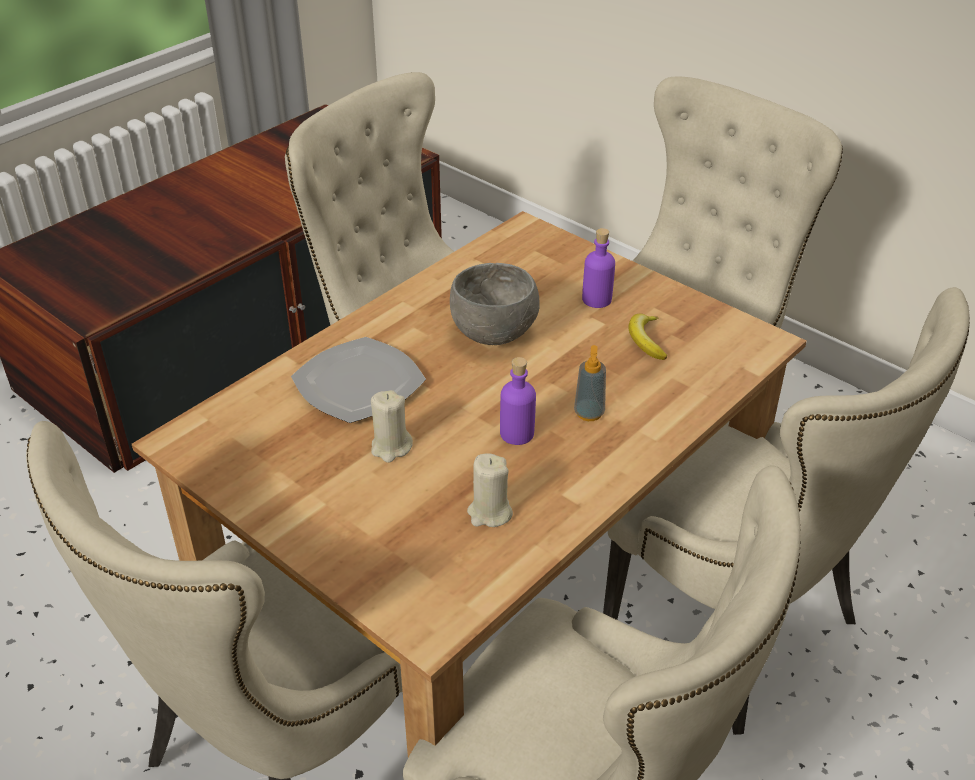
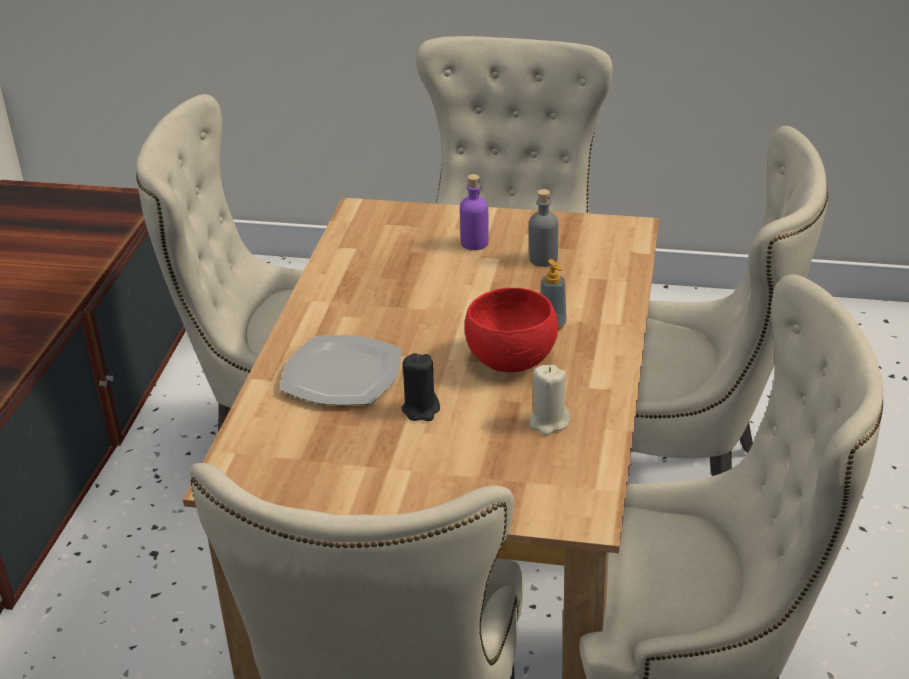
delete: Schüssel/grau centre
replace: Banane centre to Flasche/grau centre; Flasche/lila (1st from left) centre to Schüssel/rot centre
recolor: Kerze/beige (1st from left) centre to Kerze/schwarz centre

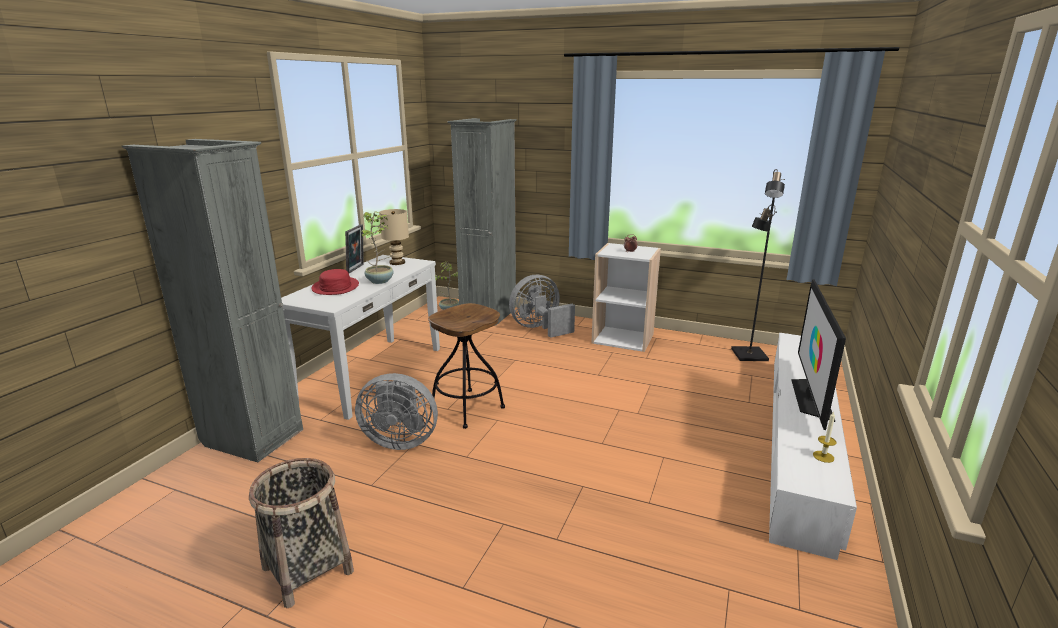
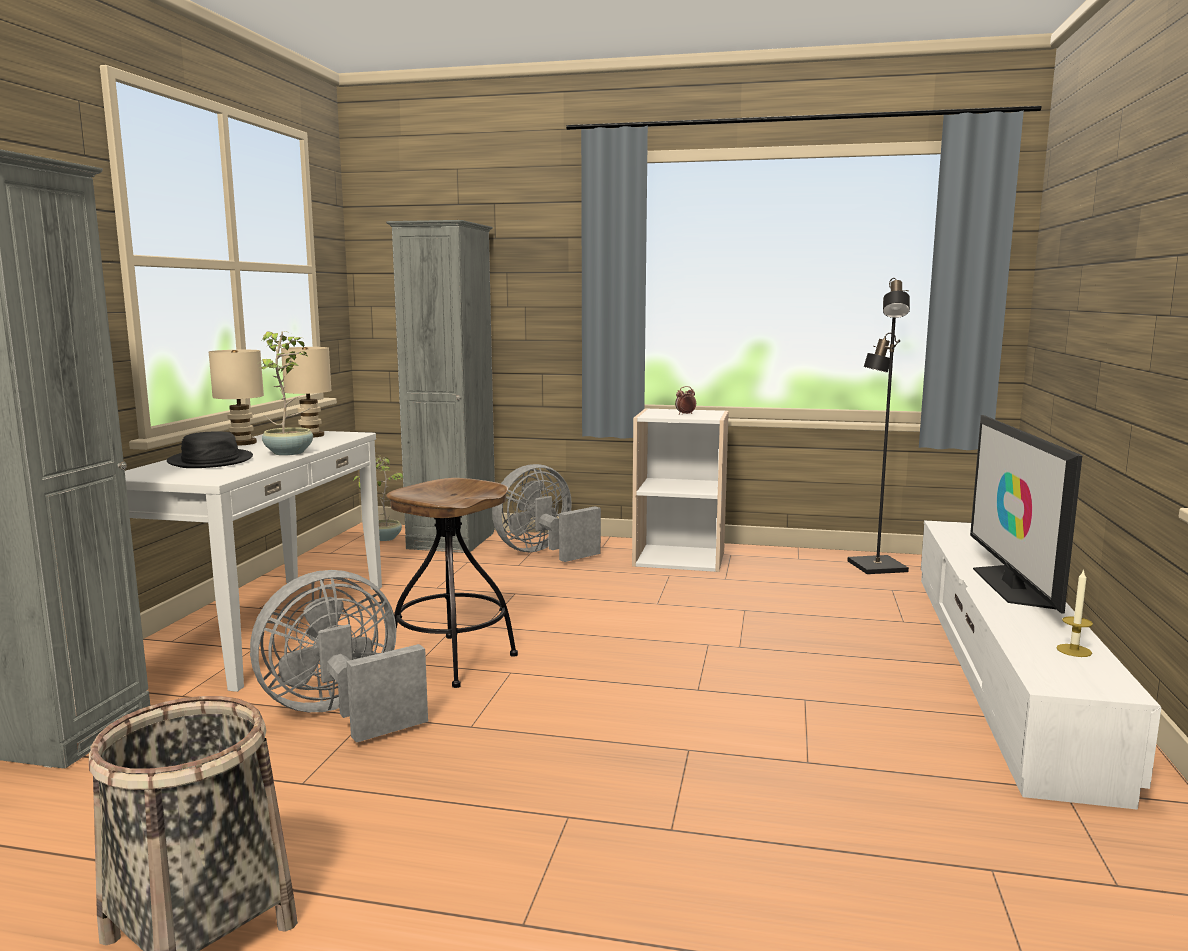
replace: Bilderrahmen centre to Tischlampe/beige (1st from left) middle left
recolor: Hut/rot middle left to Hut/schwarz middle left
rotate: Ventilator/grau (1st from left) centre = bottom left 150 degrees clockwise

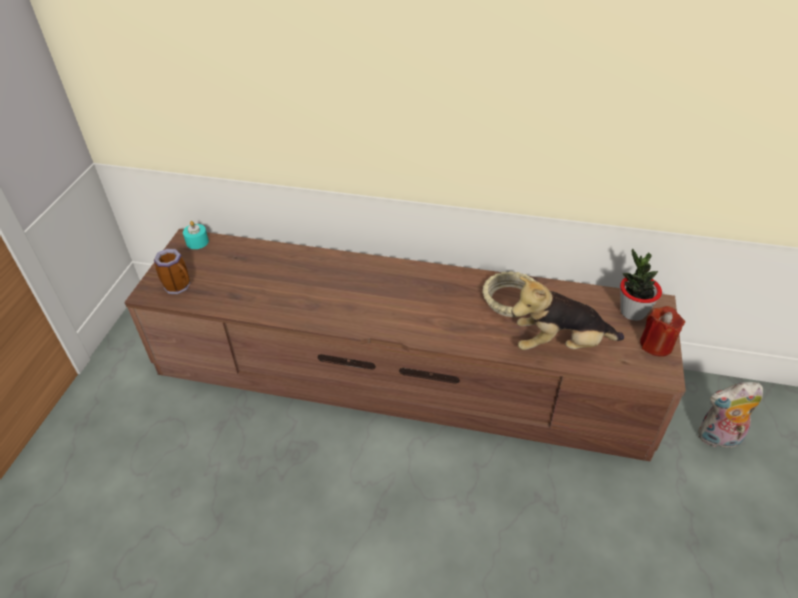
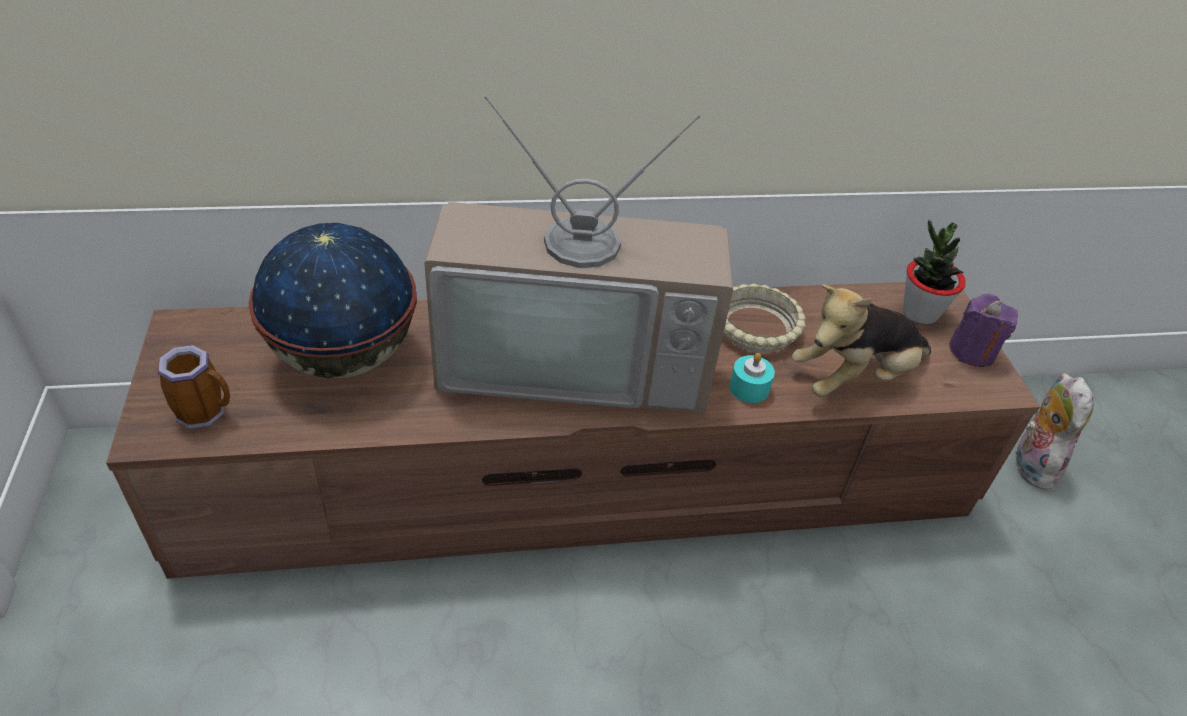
insert: Fernseher centre; Globus middle left
move: Kerze/türkis middle left to centre
recolor: Kerze/rot middle right to Kerze/lila middle right
rotate: Plüschtier (2nd from left) bottom right = middle right 120 degrees clockwise

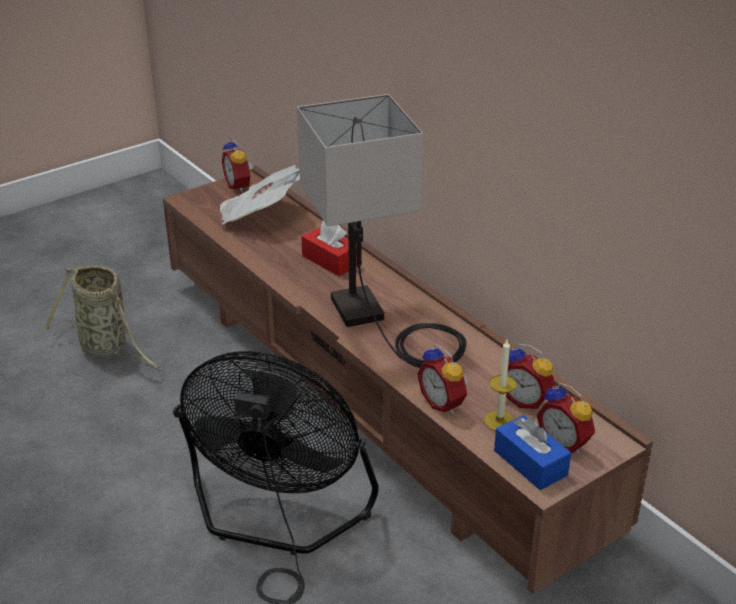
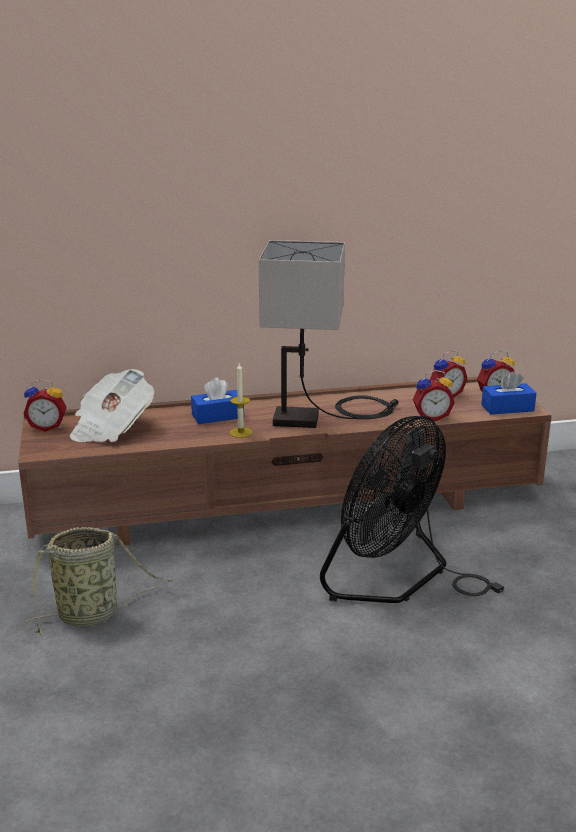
move: Kerze middle right to centre
recolor: Taschentuchbox/rot centre to Taschentuchbox/blau (1st from left) centre

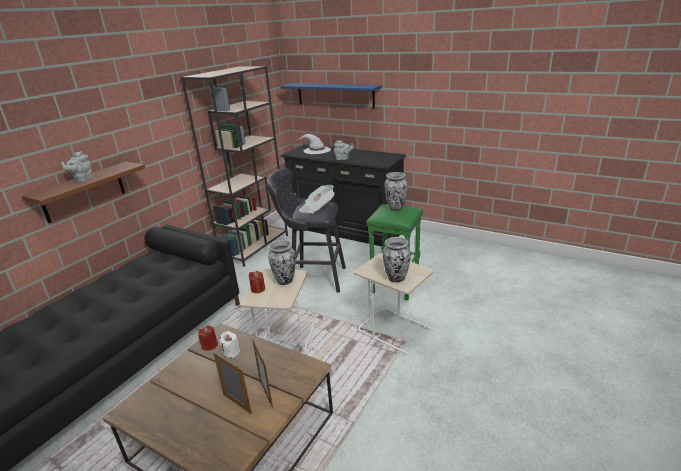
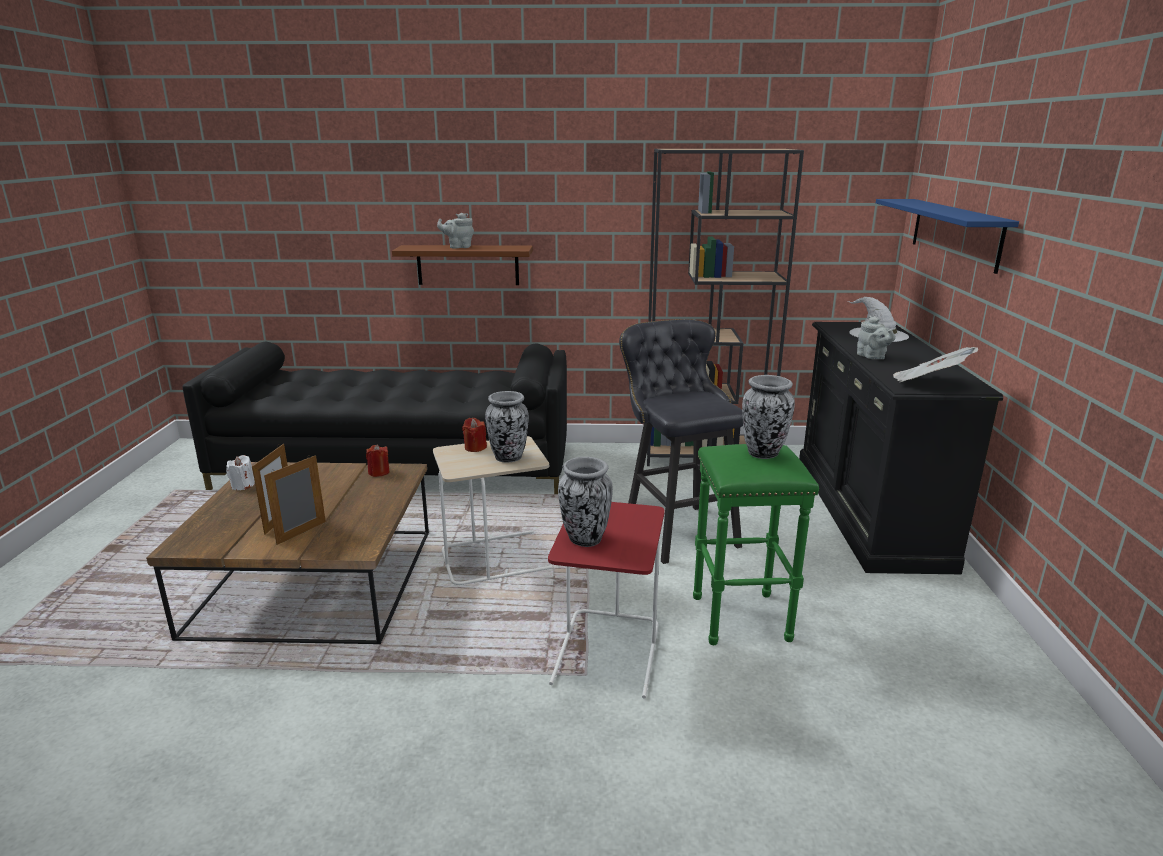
move: Zeitung centre to middle right; Kerze/weiß bottom centre to middle left
recolor: Beistelltisch/beige (2nd from left) centre to Beistelltisch/rot bottom centre

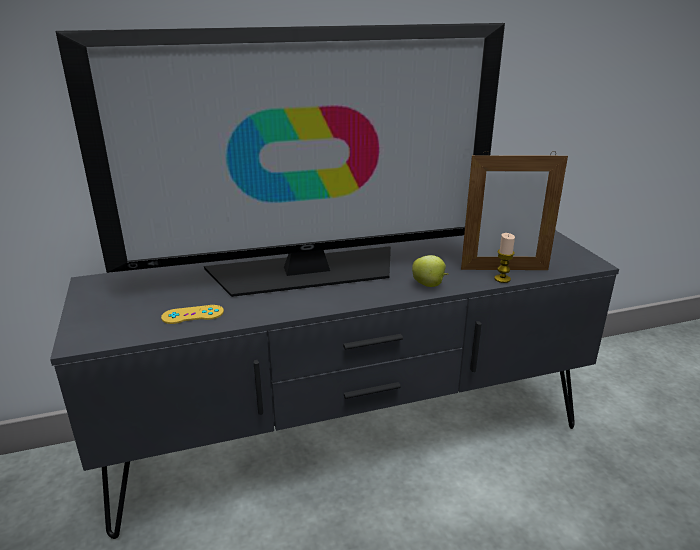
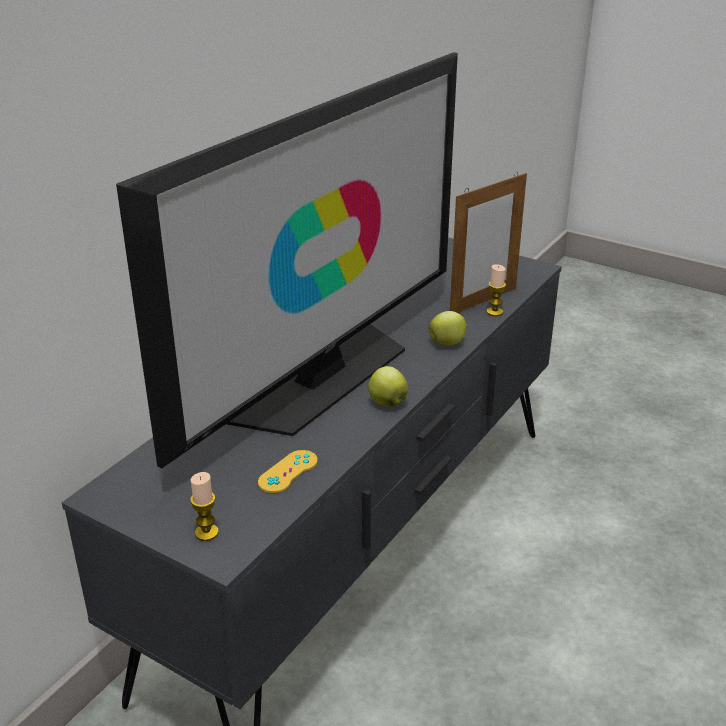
insert: Apfel (1st from left) centre; Kerze (1st from left) bottom left

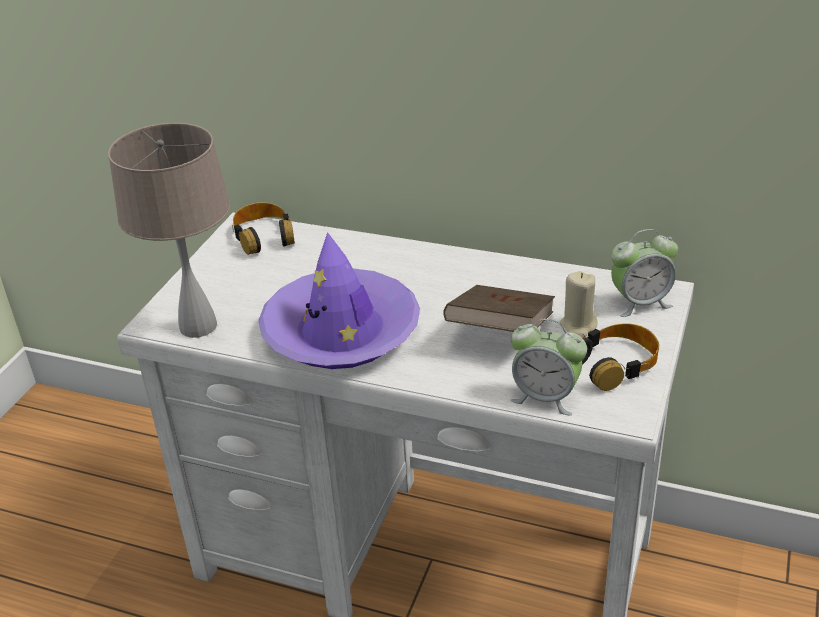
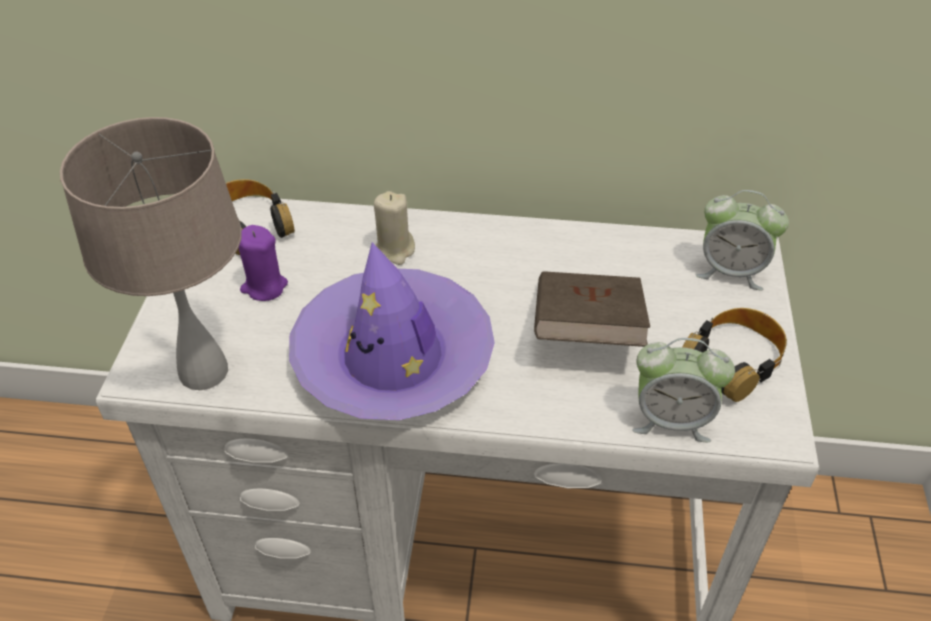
insert: Kerze/lila middle left
move: Kerze/beige middle right to centre
rotate: Wecker (2nd from left) middle right = middle right 45 degrees clockwise

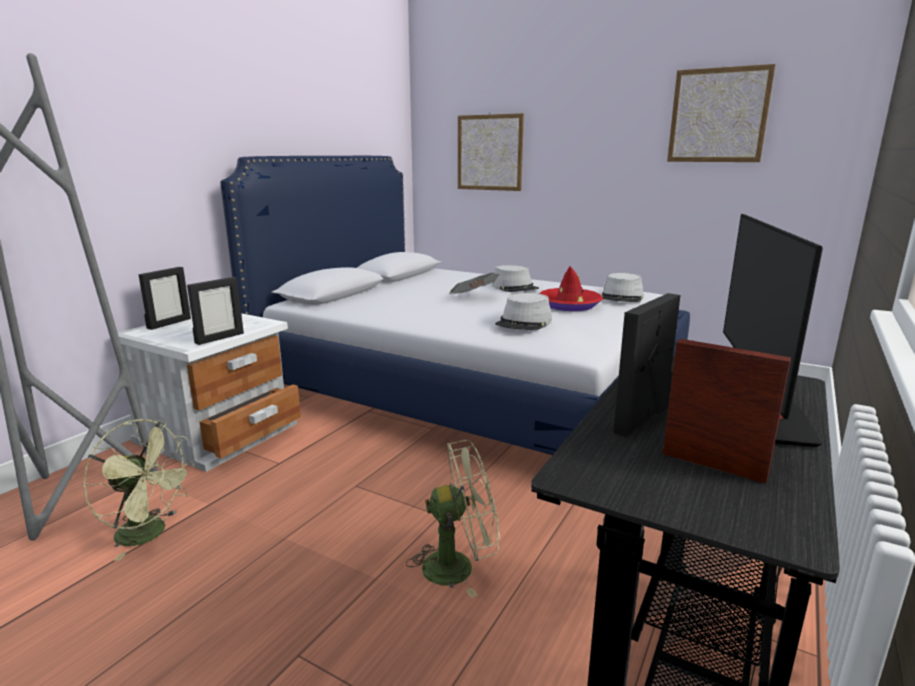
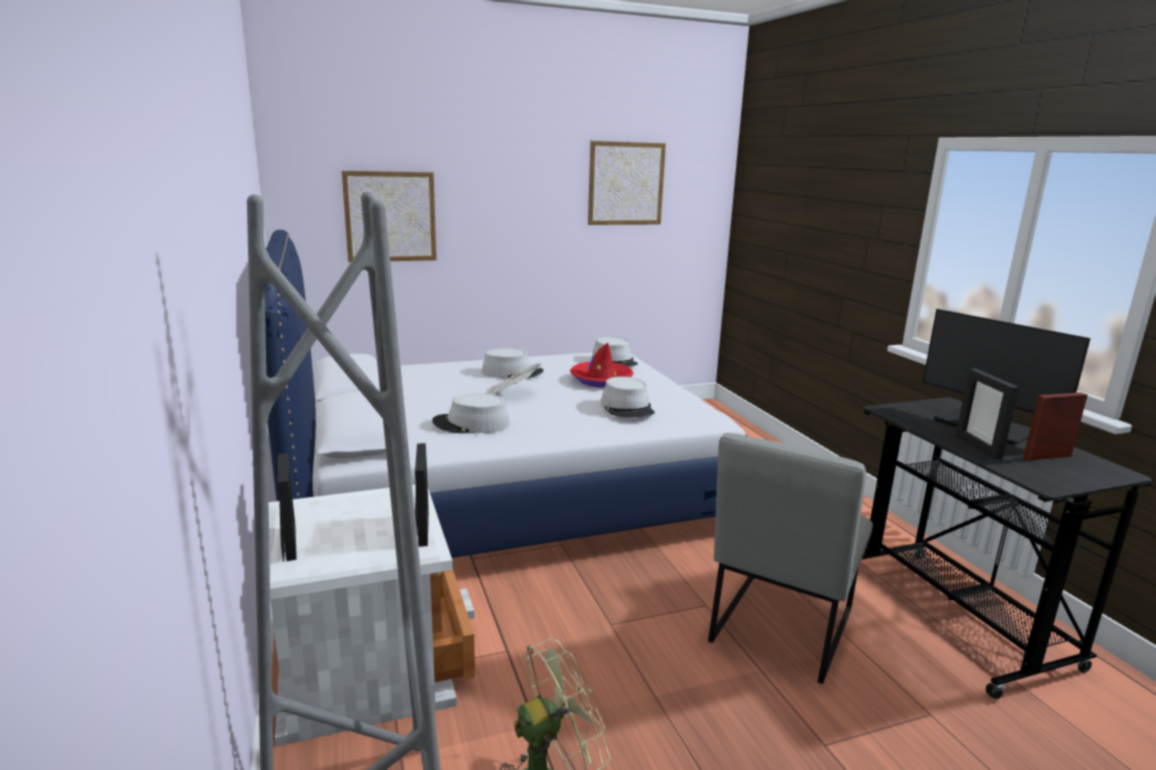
insert: Hut/grau (1st from left) centre
replace: Ventilator/grün (2nd from left) bottom centre to Stuhl/grau bottom right

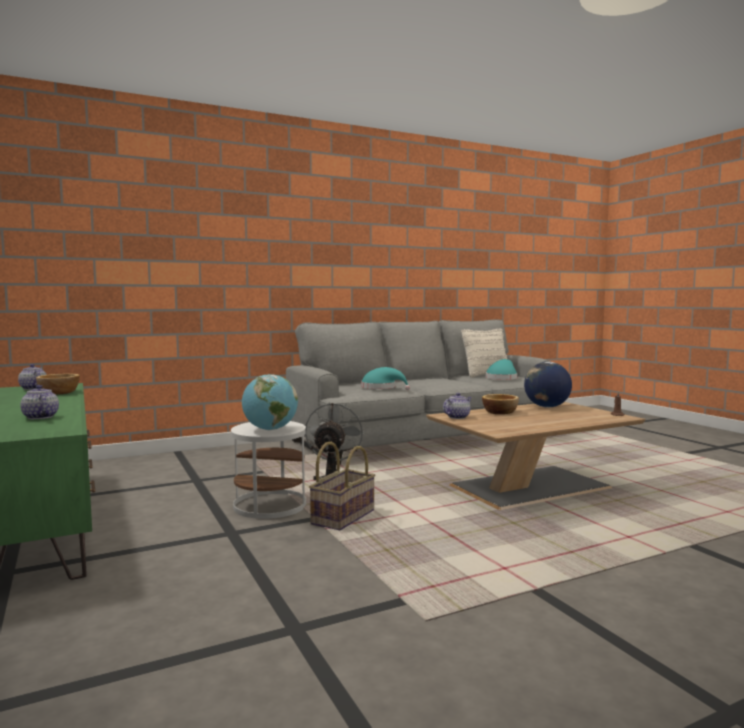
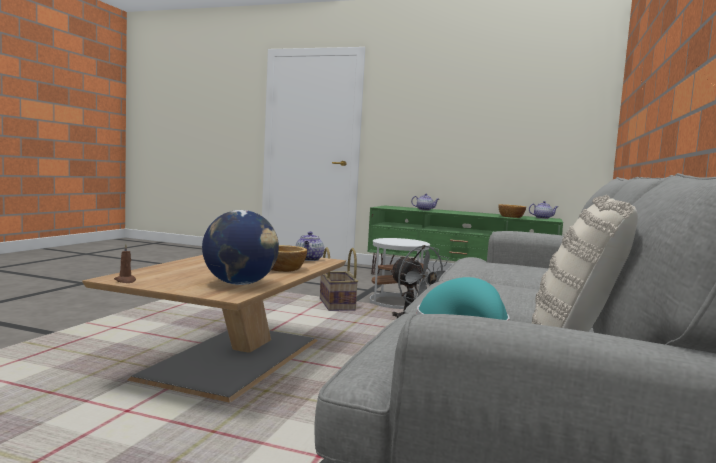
delete: Hut/türkis (1st from left) centre; Globus (1st from left) centre

